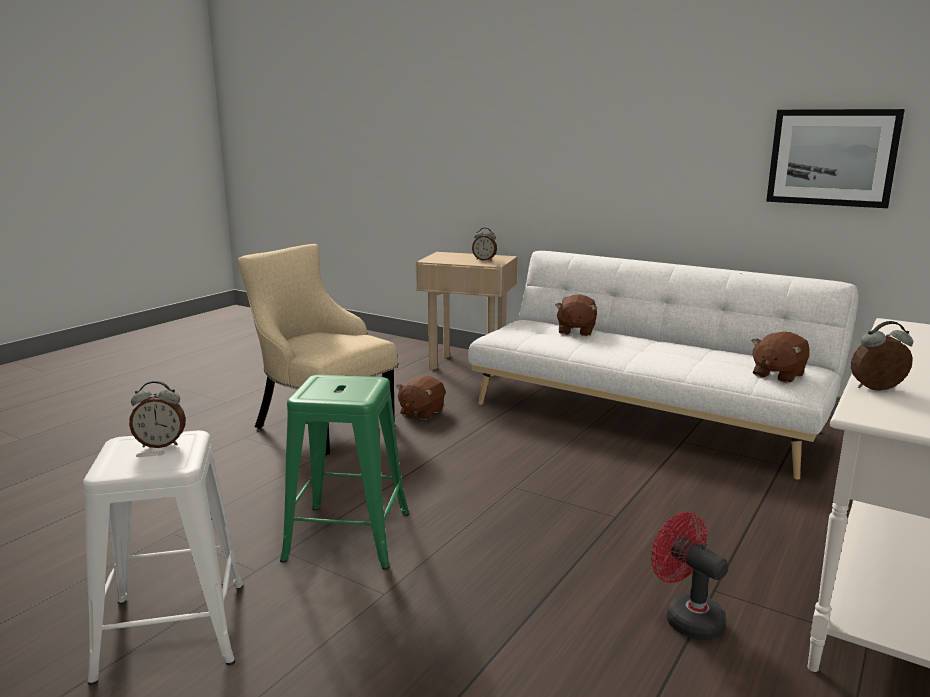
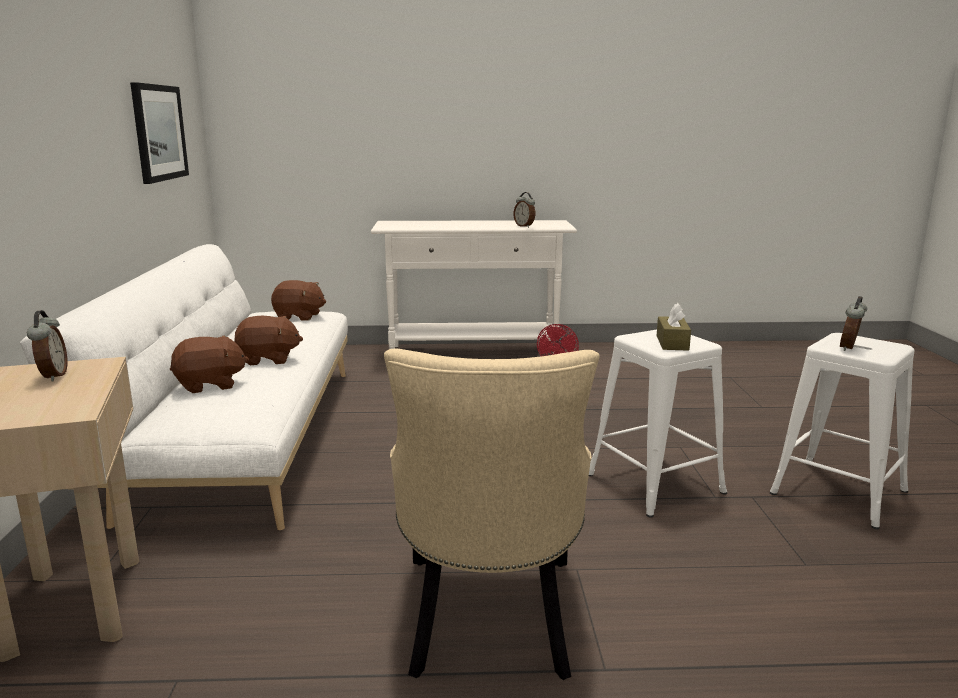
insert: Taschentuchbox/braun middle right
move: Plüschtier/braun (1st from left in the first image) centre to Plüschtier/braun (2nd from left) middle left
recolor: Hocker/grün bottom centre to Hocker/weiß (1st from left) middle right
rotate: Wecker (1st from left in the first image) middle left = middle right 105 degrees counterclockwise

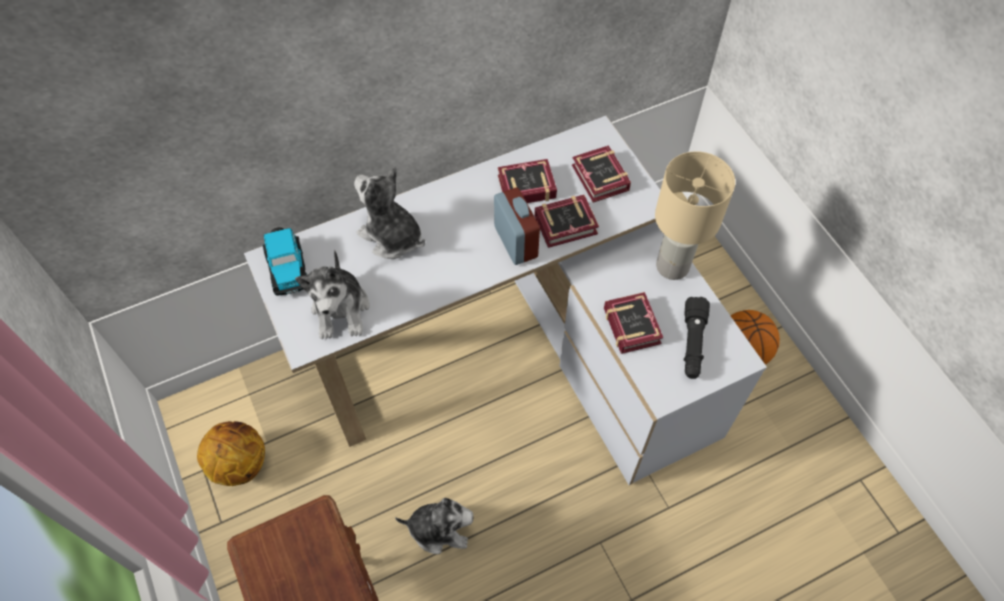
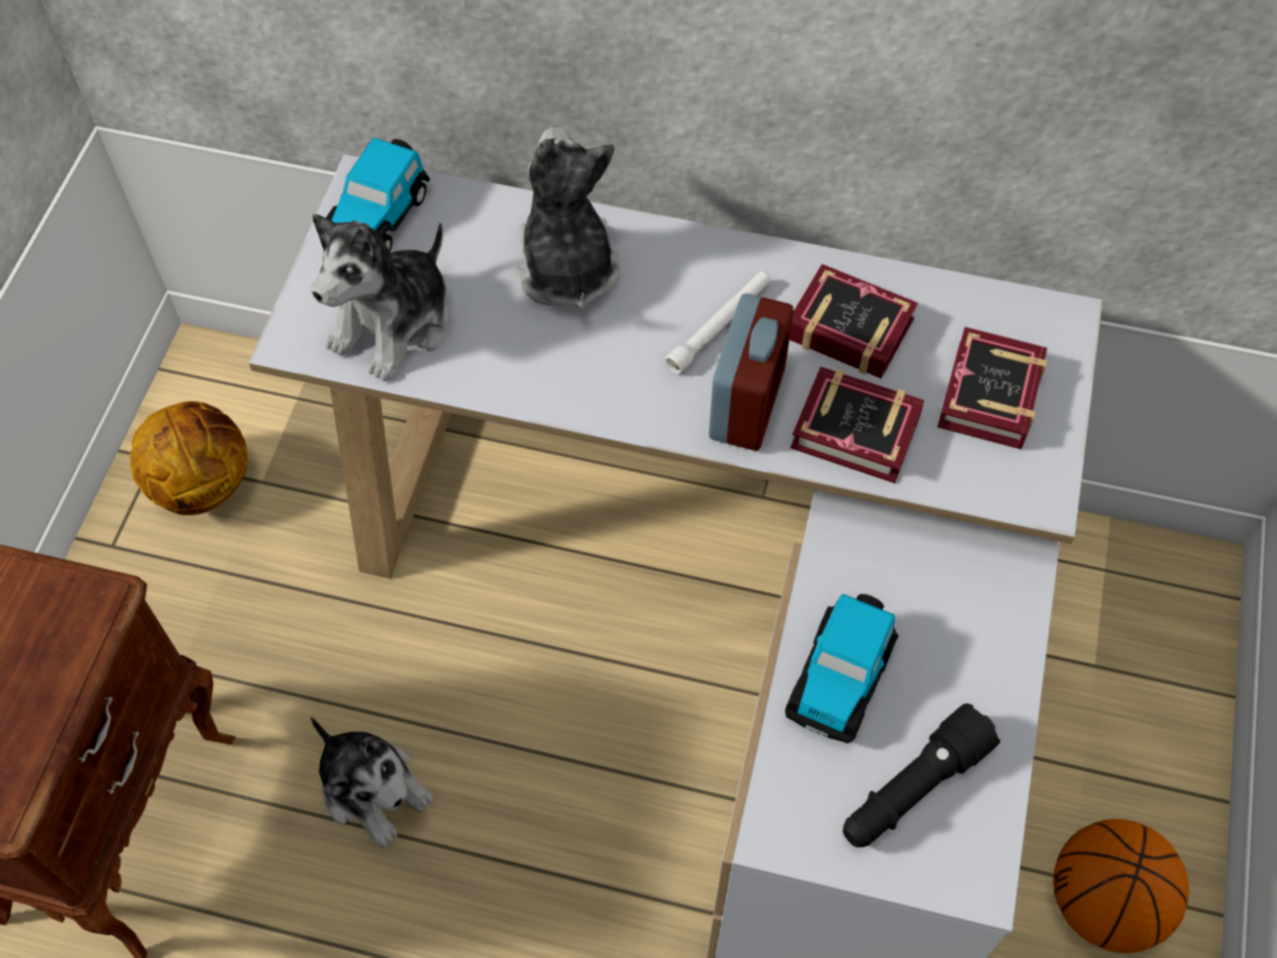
delete: Tischlampe/beige middle right
insert: Taschenlampe/weiß centre
replace: Buch (4th from left) centre to Spielzeugauto (2nd from left) bottom centre

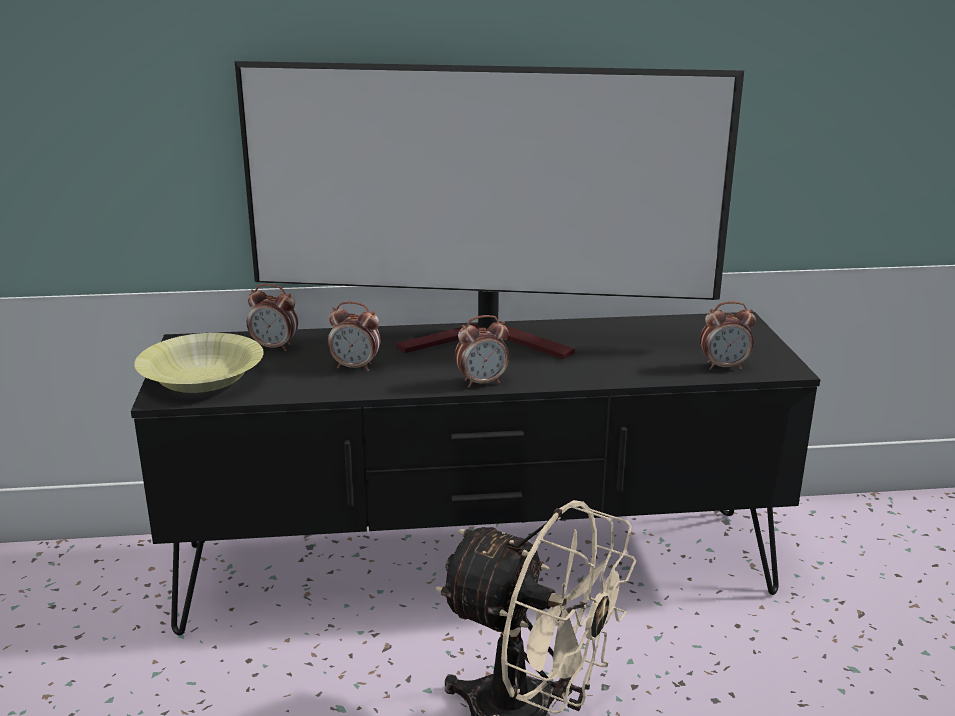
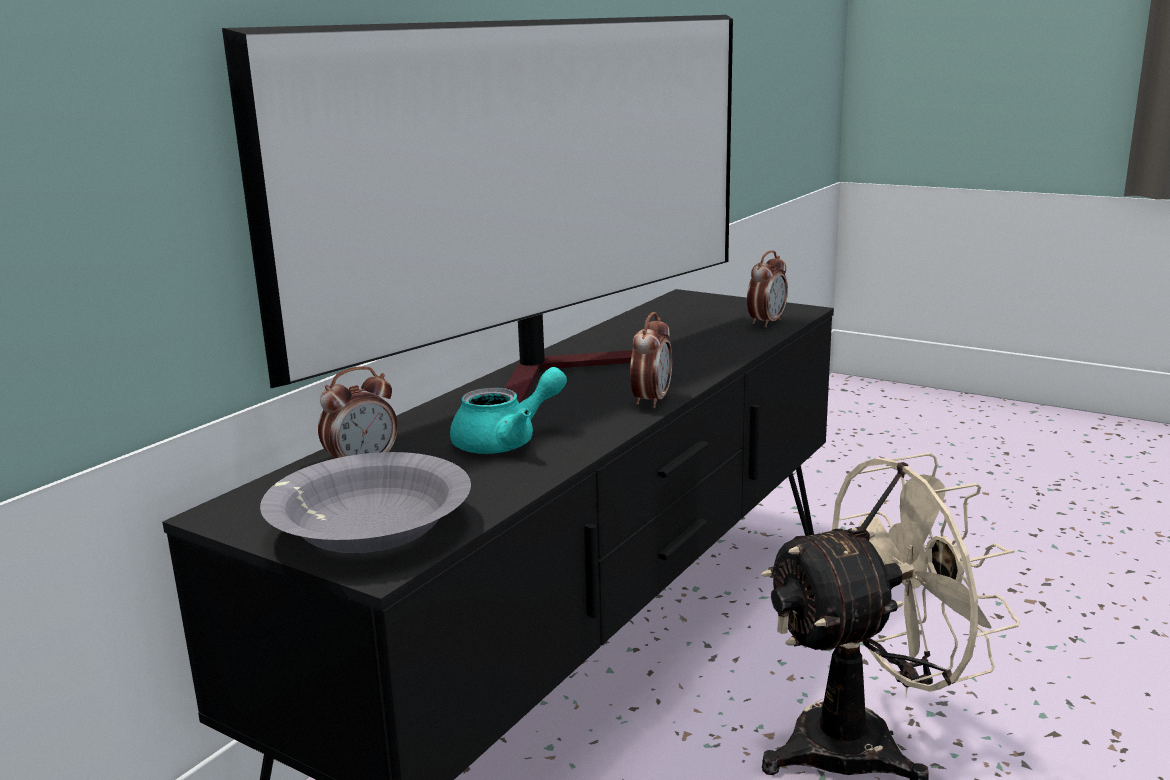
replace: Wecker (2nd from left) centre to Teekanne/türkis centre
recolor: Schüssel/gelb middle left to Schüssel/grau middle left

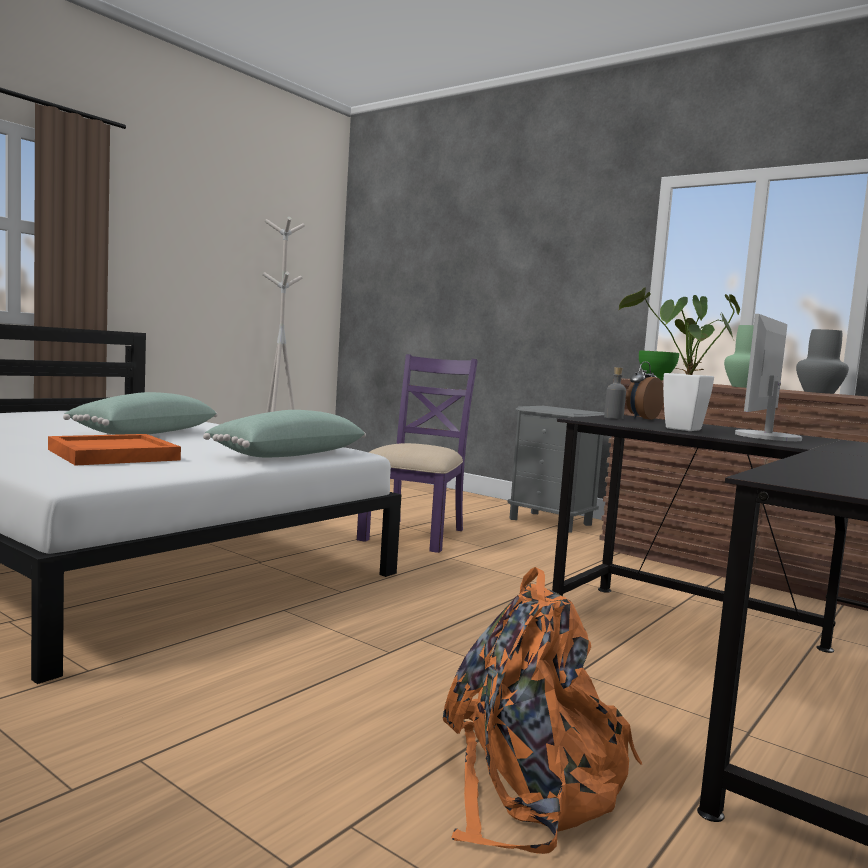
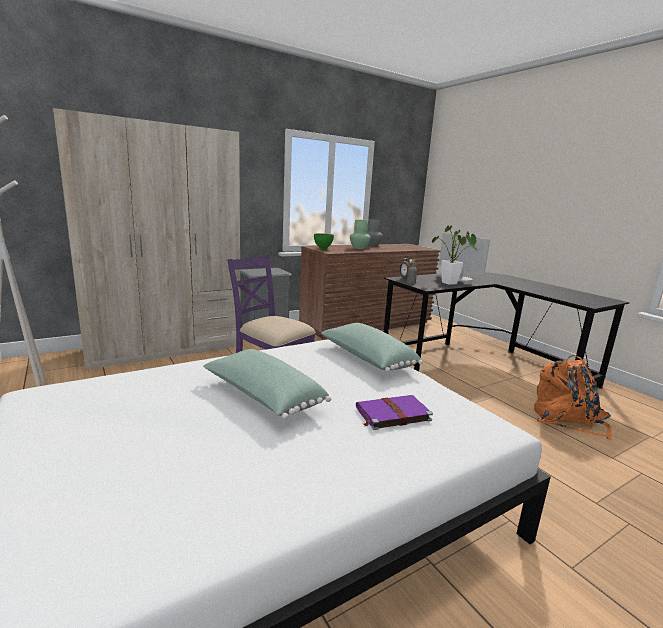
insert: Kleiderschrank/beige middle left
replace: Tablett/orange middle left to Buch/lila centre

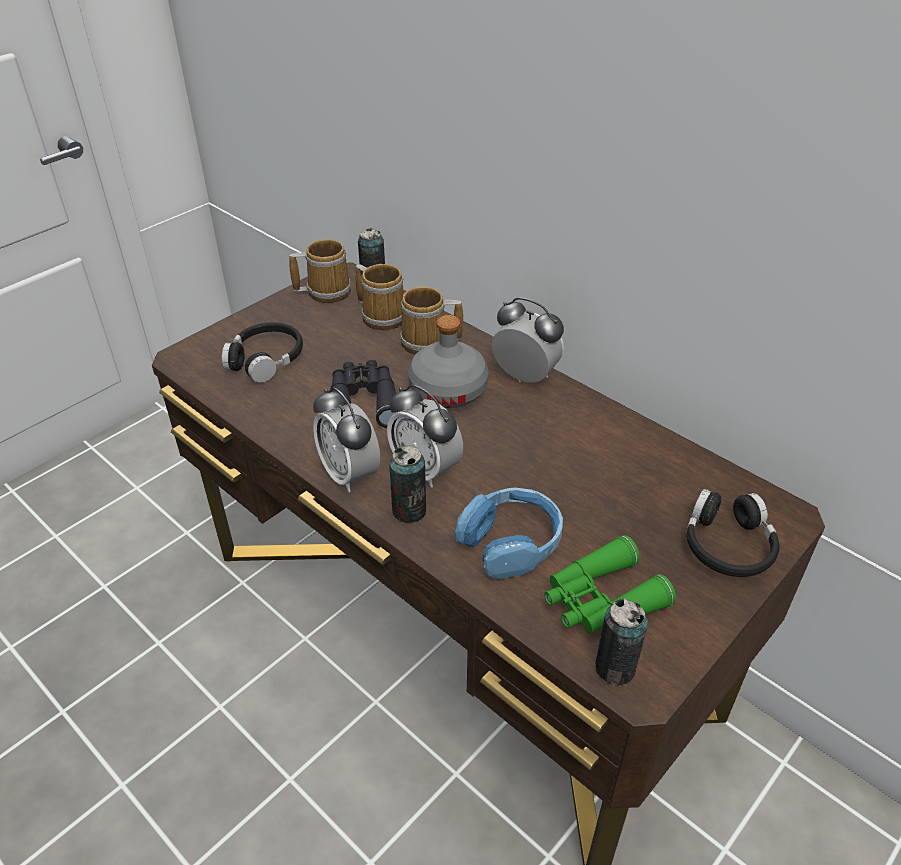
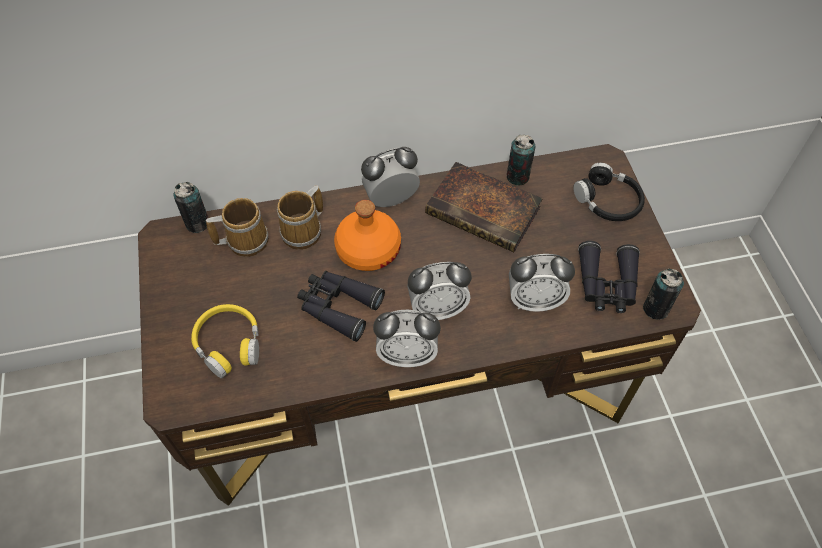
delete: Henkelbecher (1st from left) top centre
insert: Buch centre
move: Dose (2nd from left) centre to top centre
replace: Kopfhörer/blau centre to Wecker (4th from left) centre
recolor: Flasche/grau centre to Flasche/orange centre; Kopfhörer/schwarz (1st from left) middle left to Kopfhörer/gelb middle left; Fernglas/grün bottom right to Fernglas/schwarz (2nd from left) middle right

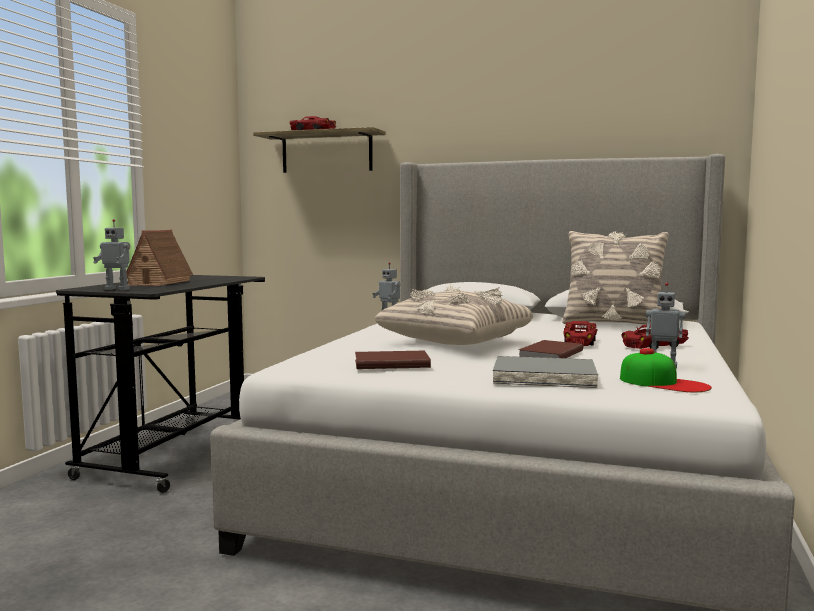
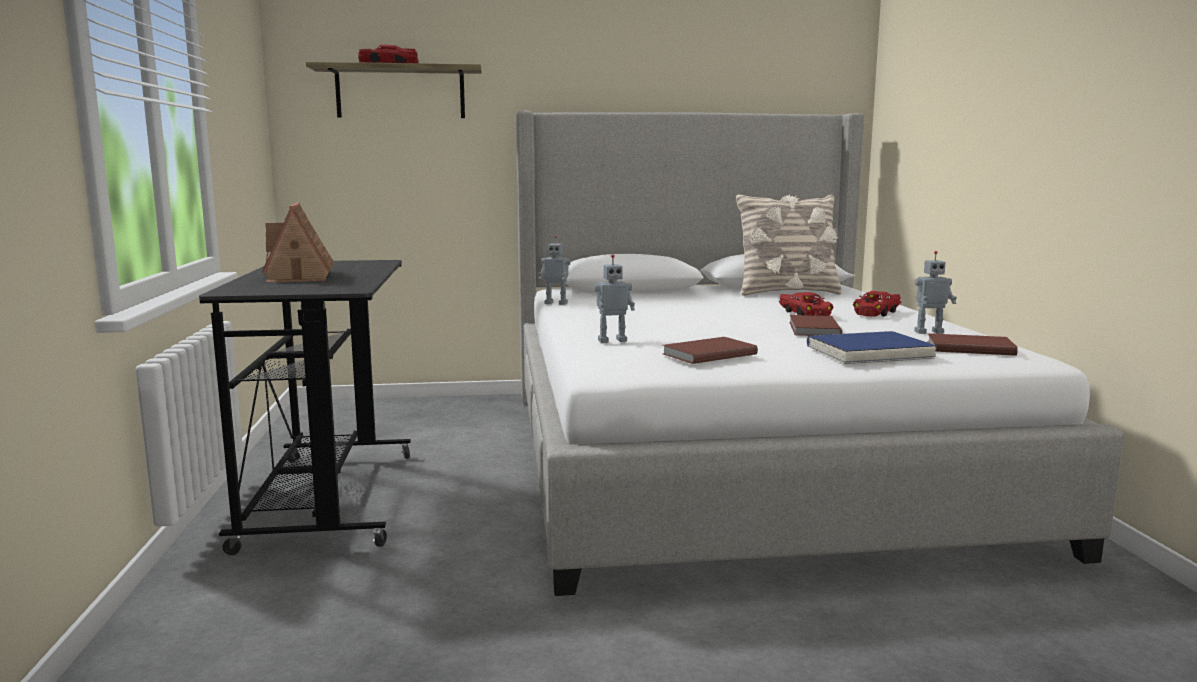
delete: Kissen/beige (1st from left) centre
move: Spielzeugroboter (1st from left in the first image) middle left to Spielzeugroboter (2nd from left) centre
replace: Kappe middle right to Buch/braun (3rd from left) middle right
recolor: Buch/grau middle right to Buch/blau middle right

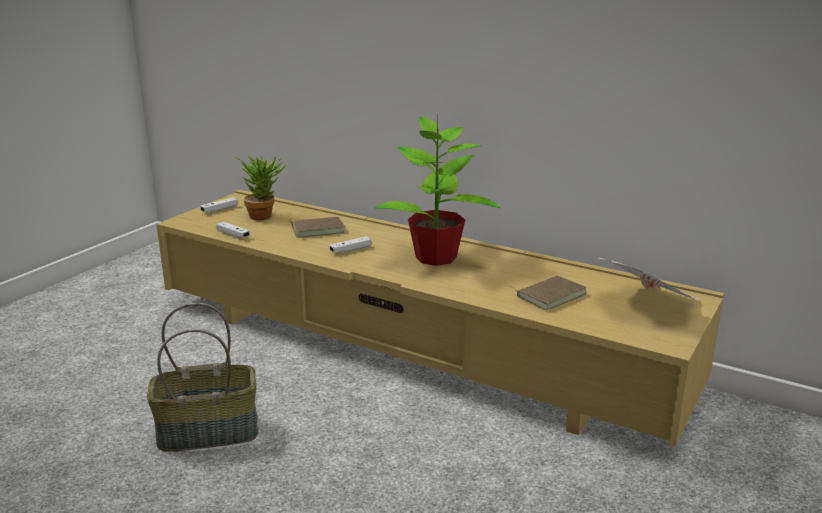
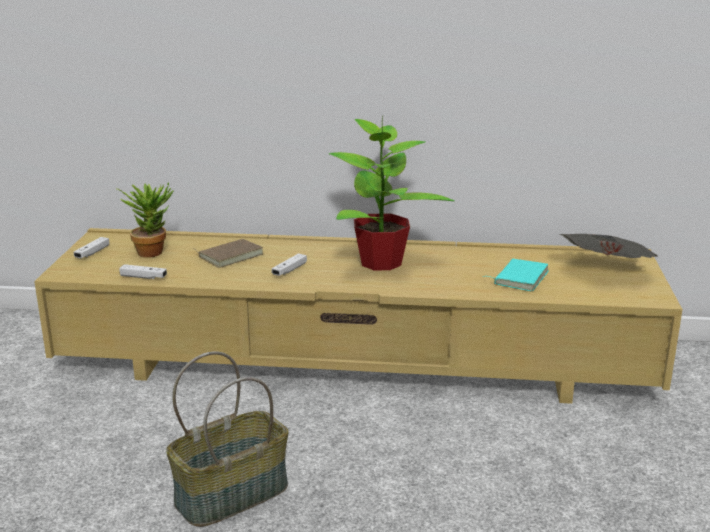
recolor: Buch/braun (2nd from left) middle right to Buch/türkis middle right

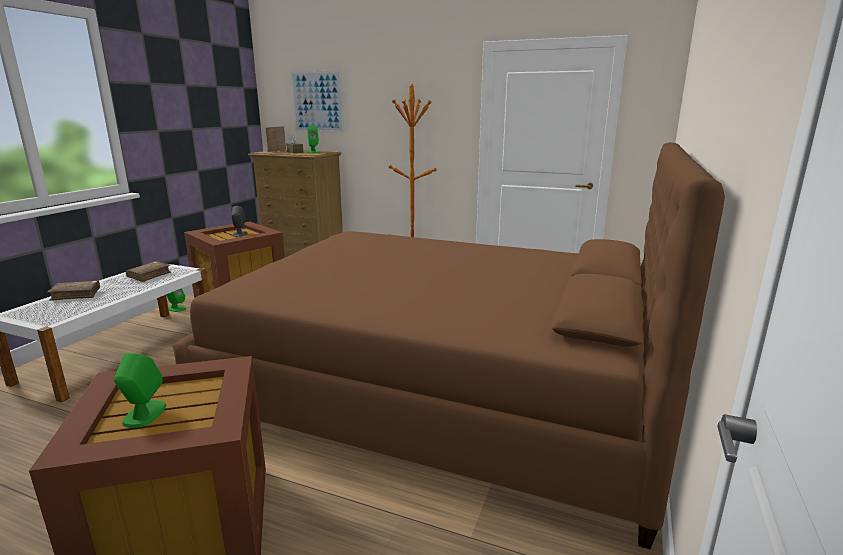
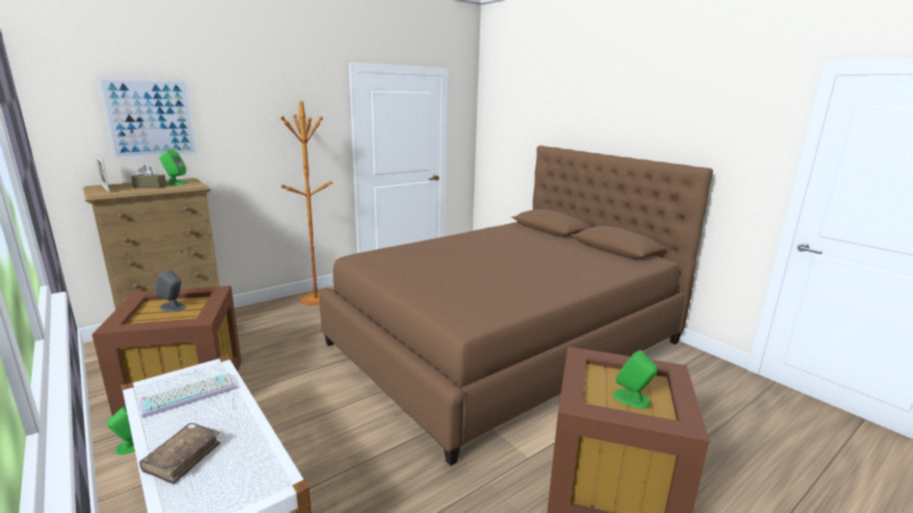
replace: Buch/braun (2nd from left) middle left to Tastatur bottom left

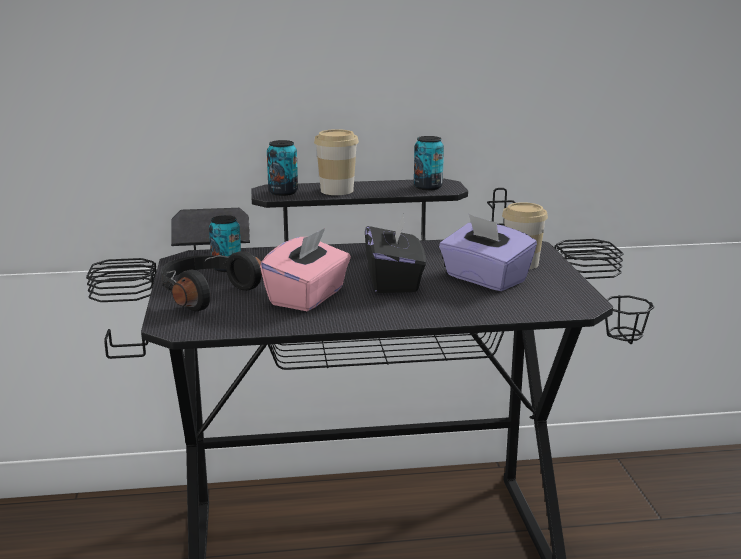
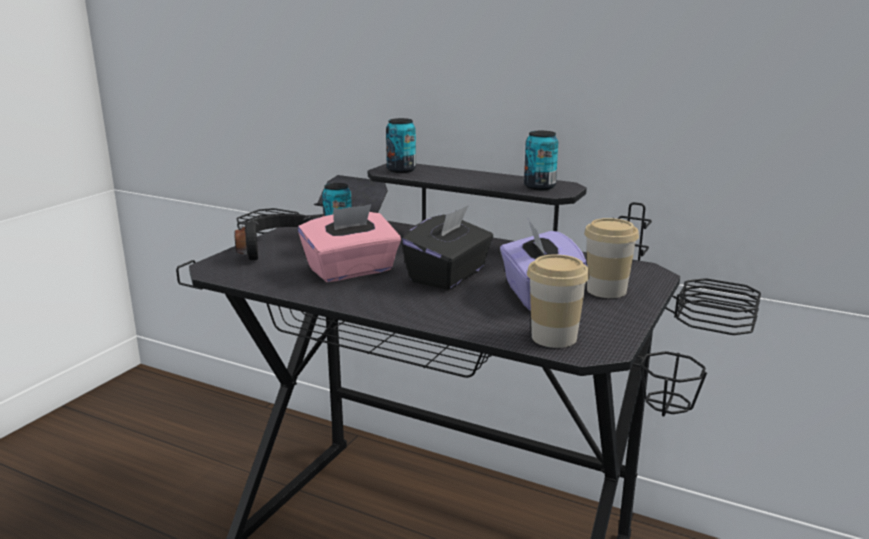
move: Tasse (1st from left) top centre to centre

